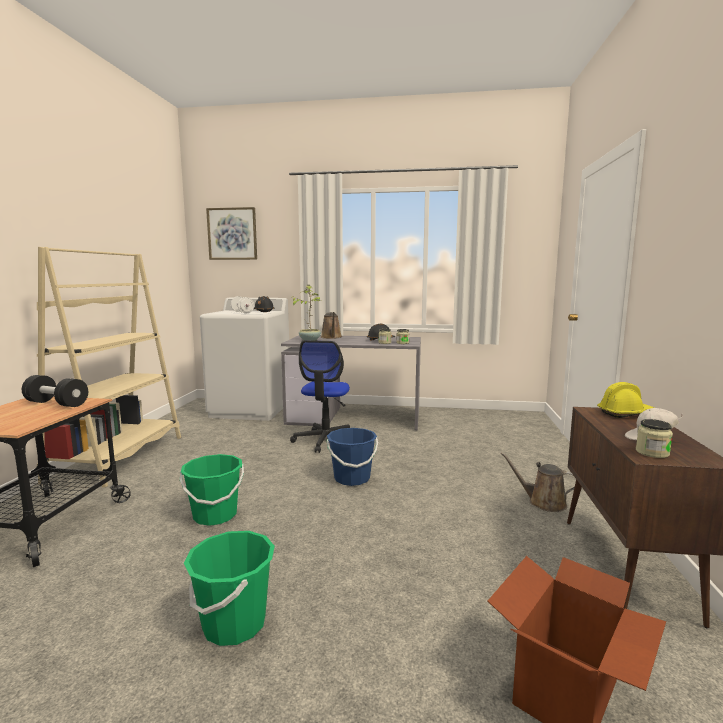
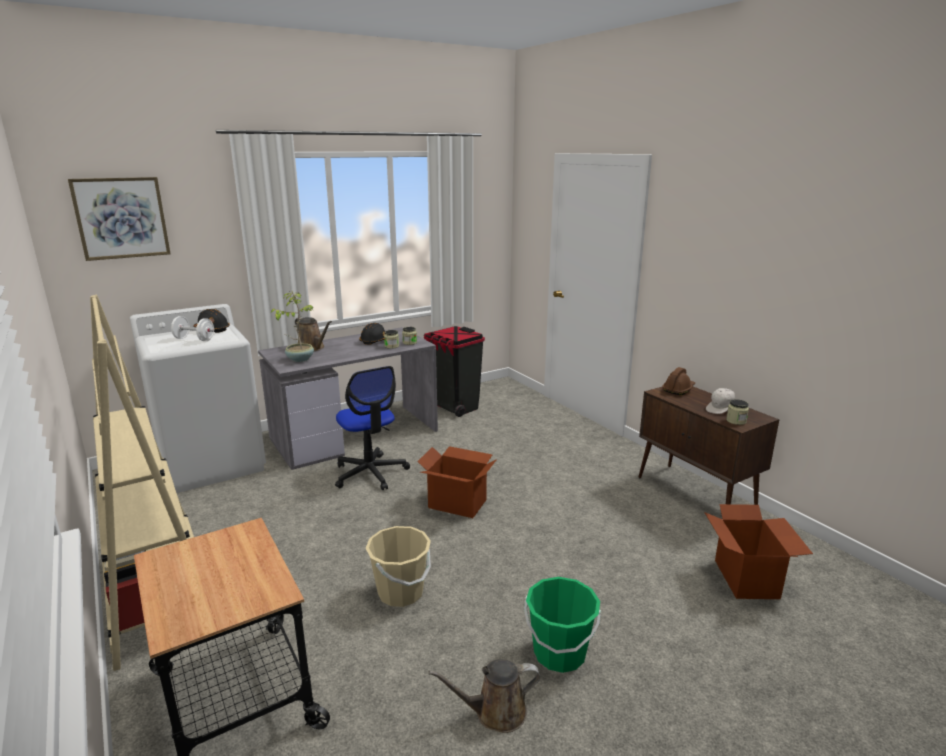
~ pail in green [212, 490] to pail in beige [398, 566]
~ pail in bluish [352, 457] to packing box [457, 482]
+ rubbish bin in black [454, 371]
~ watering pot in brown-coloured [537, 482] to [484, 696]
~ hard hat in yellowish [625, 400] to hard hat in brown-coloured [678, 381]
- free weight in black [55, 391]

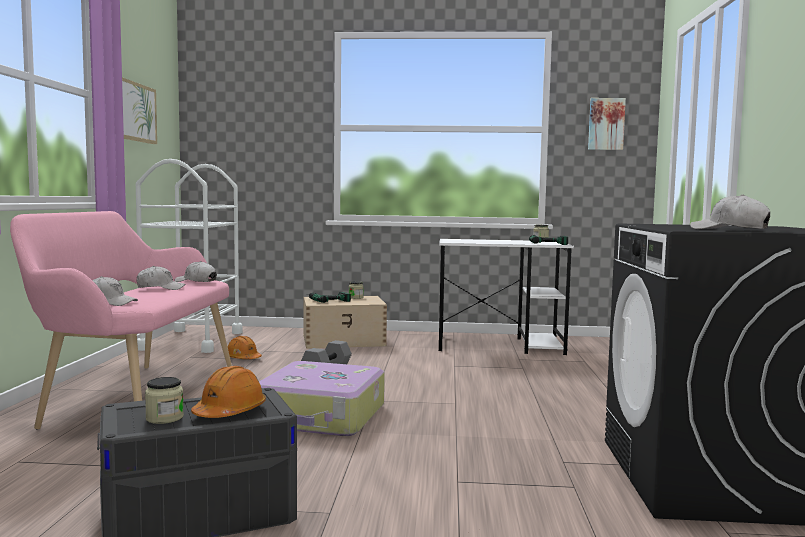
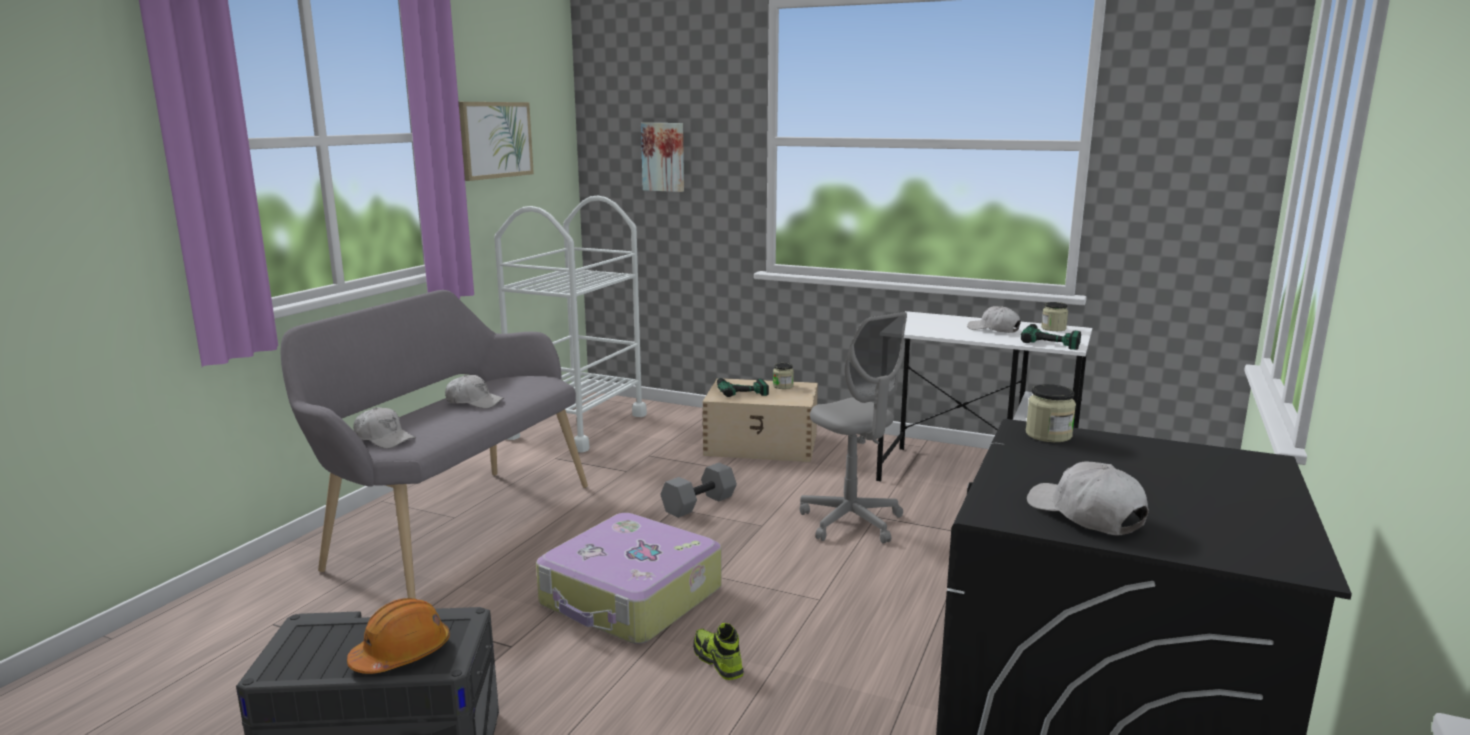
~ indoor bench in pink [121, 320] to indoor bench in gray [434, 444]
~ wall art [607, 124] to [662, 157]
+ item of footwear [718, 651]
+ computer chair in gray [853, 428]
~ cap in white-coloured [195, 271] to [994, 319]
~ preserve jar [164, 400] to [1051, 413]
- hard hat in orangey [245, 347]

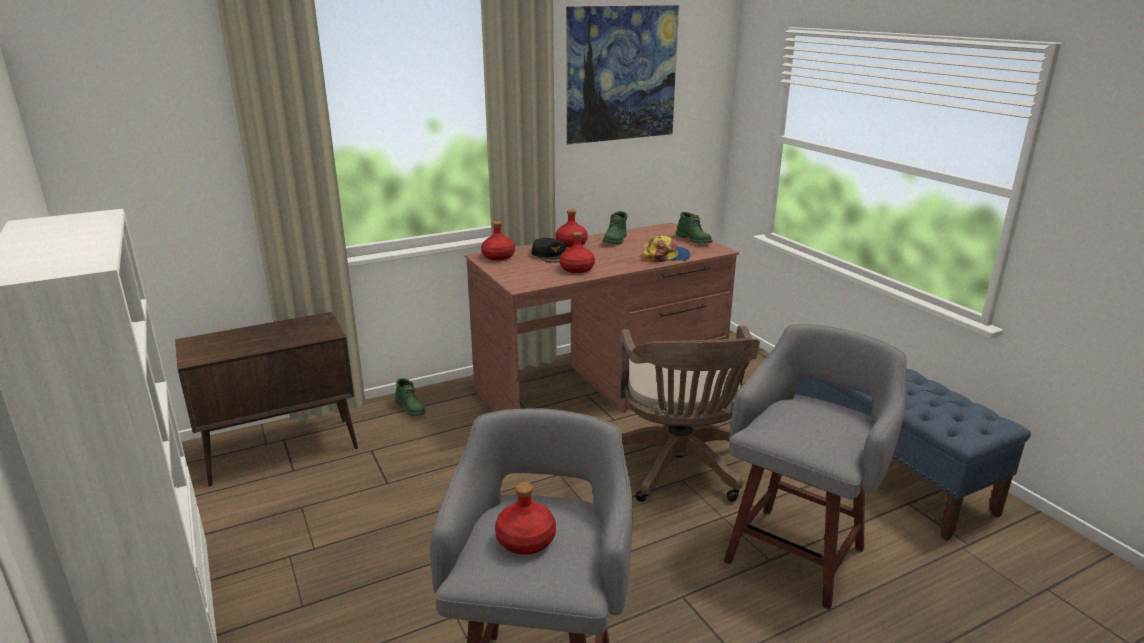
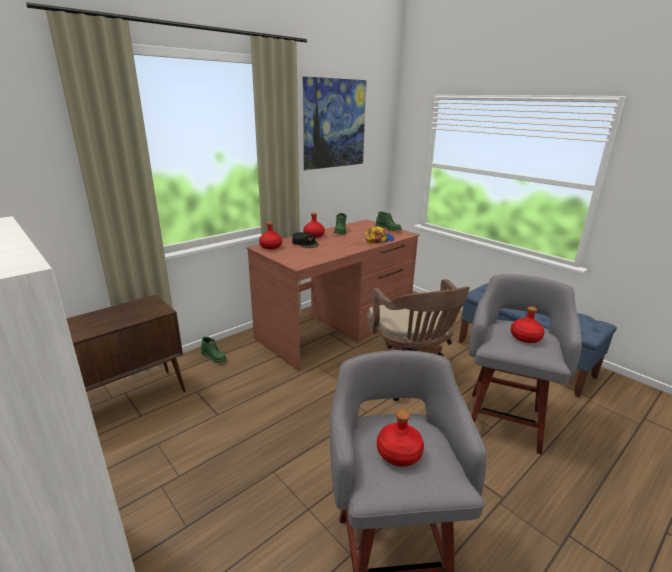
~ bottle in reddish [577, 252] to [527, 324]

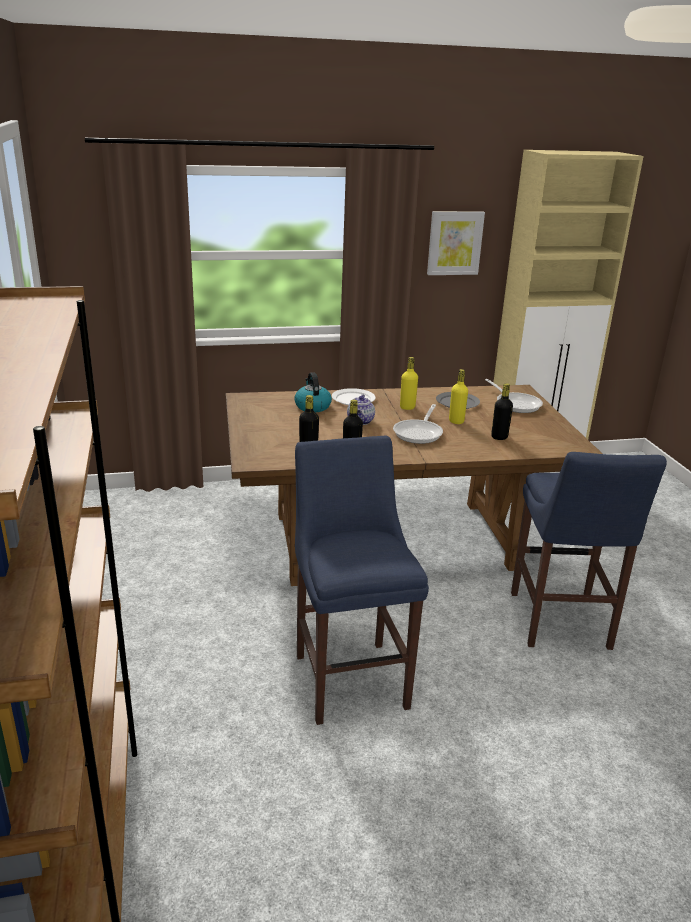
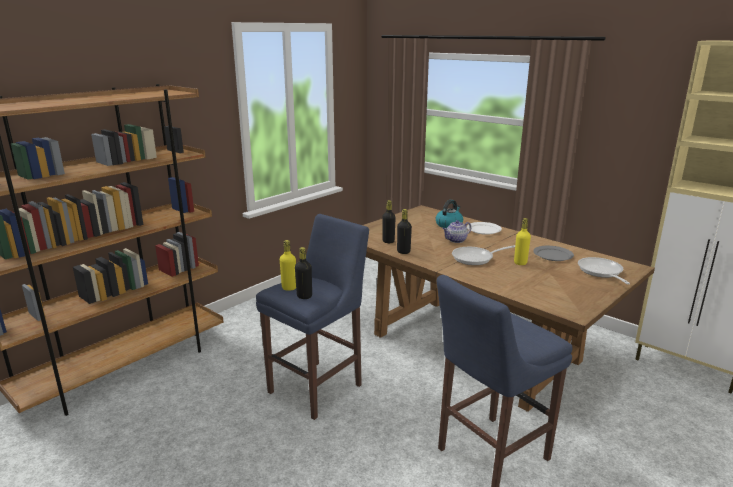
~ bottle in yellowish [409, 383] to [288, 265]
~ bottle in black [502, 411] to [303, 273]
~ skillet [514, 396] = [604, 270] 150 degrees clockwise
- wall art [456, 243]

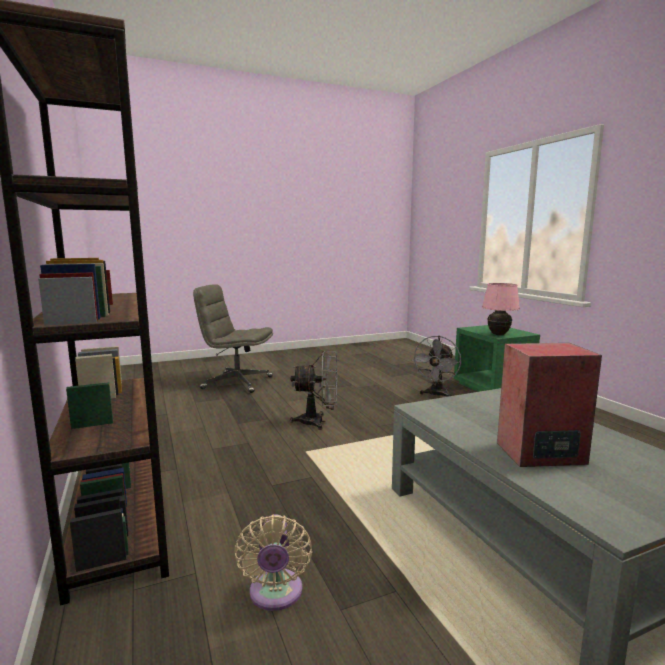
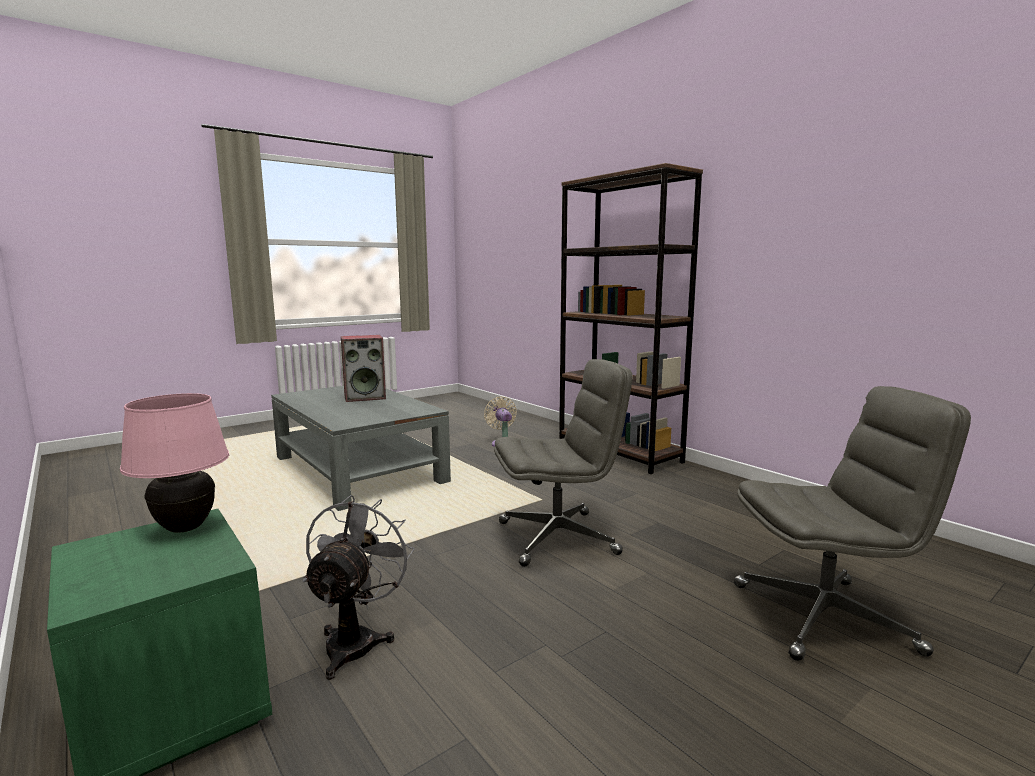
~ electric fan in gray [313, 390] to computer chair in gray [563, 463]

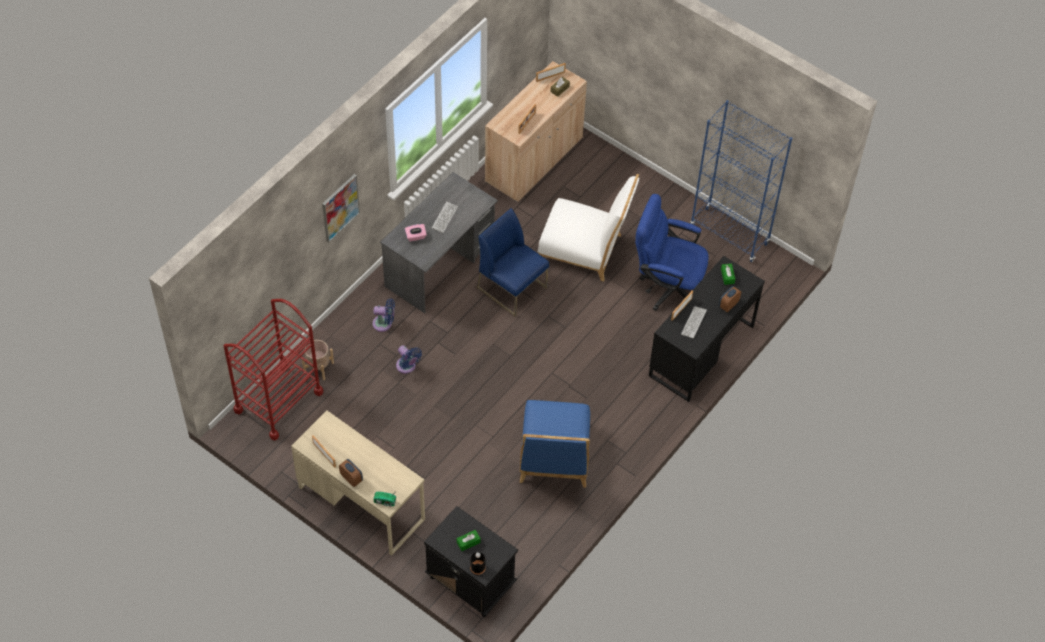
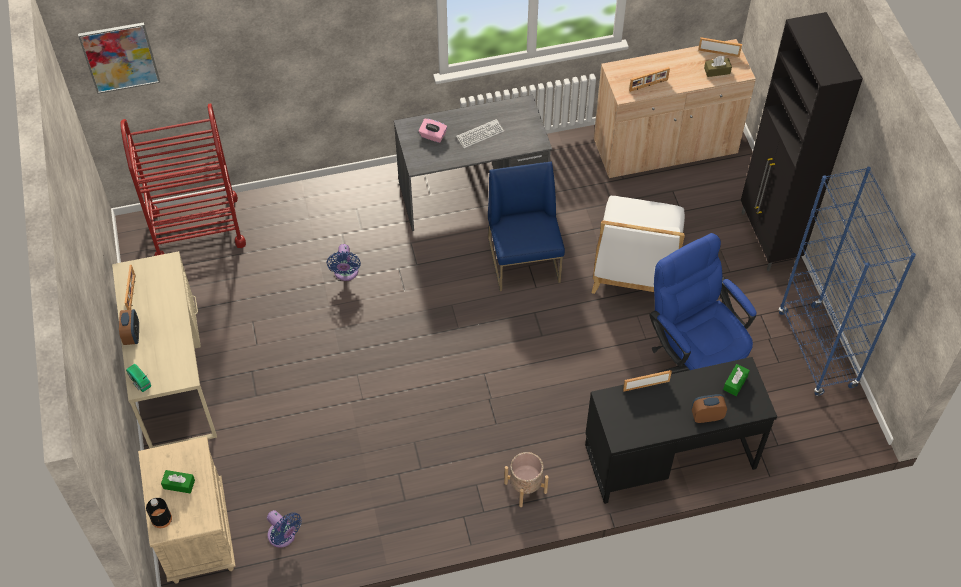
~ wall art [341, 208] to [119, 58]
~ night table in black [471, 561] to night table in beige [187, 510]
~ electric fan in bluish [383, 315] to [284, 529]
~ planter in beige [318, 360] to [526, 479]
~ chair in white-coloured [588, 227] = [638, 245] 45 degrees clockwise
+ storage cabinet in black [802, 141]
- chair in bluish [555, 444]
- PC keyboard [694, 322]

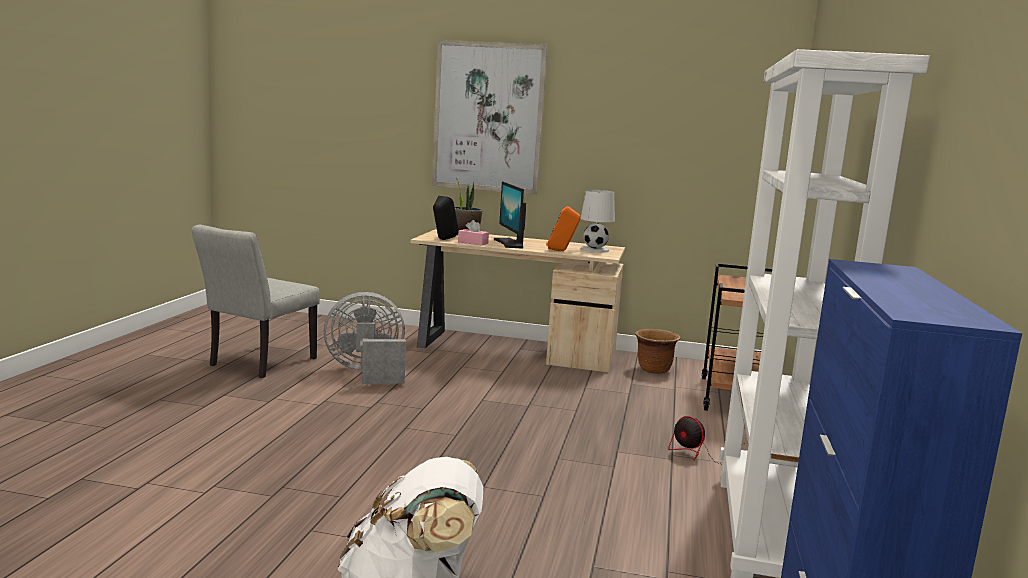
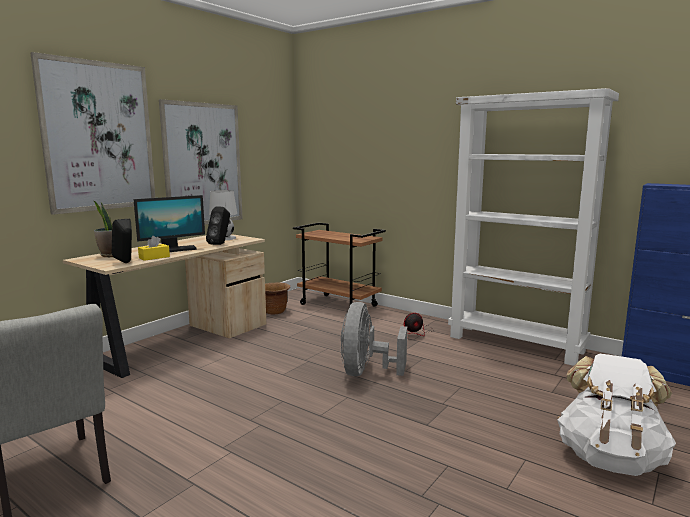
~ computer screen [510, 214] = [169, 223] 45 degrees counterclockwise
~ tissue holder in pink [473, 233] to tissue holder in yellowish [154, 248]
+ wall art [201, 162]
~ audio speaker in orangey [563, 228] to audio speaker in black [218, 226]
~ electric fan in gray [365, 338] to [374, 339]

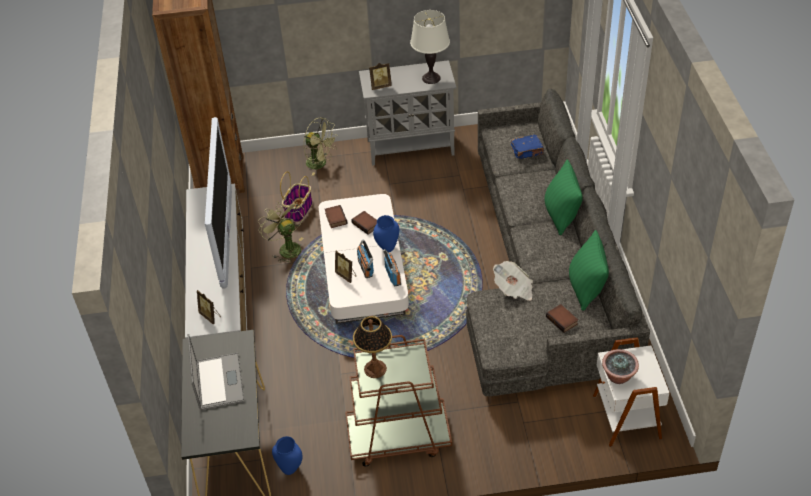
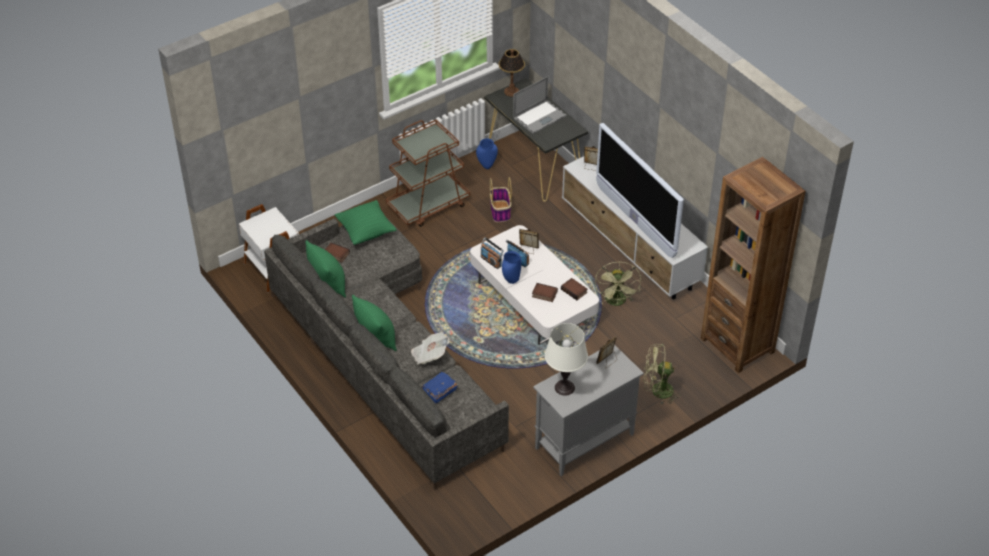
+ pillow in green [366, 222]
~ newspaper [513, 281] to [430, 348]
~ household basket [296, 197] to [501, 199]
~ tabletop lamp [372, 347] to [512, 73]
~ portable computer [216, 372] = [540, 105] 90 degrees counterclockwise
~ electric fan in green [281, 231] = [618, 284] 60 degrees clockwise
- plant in a pot [620, 366]

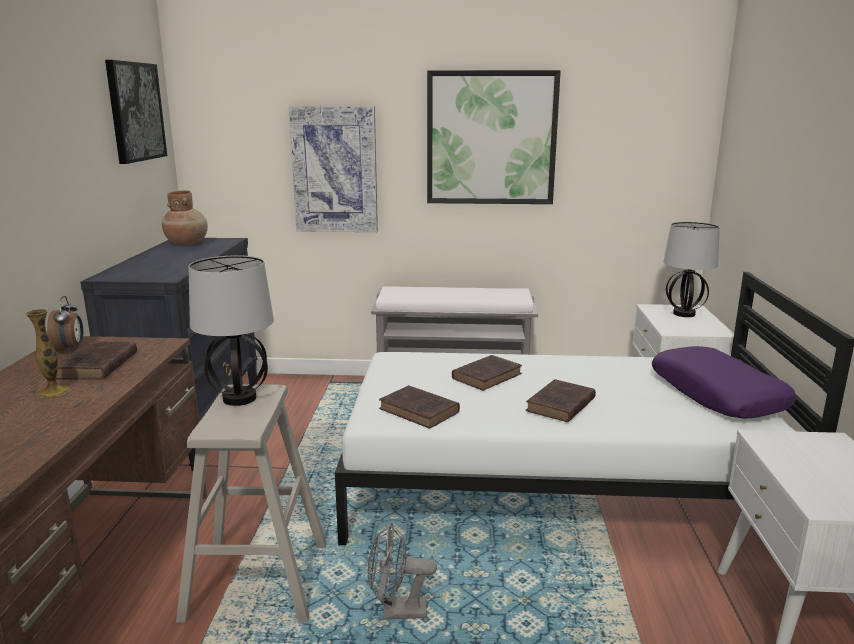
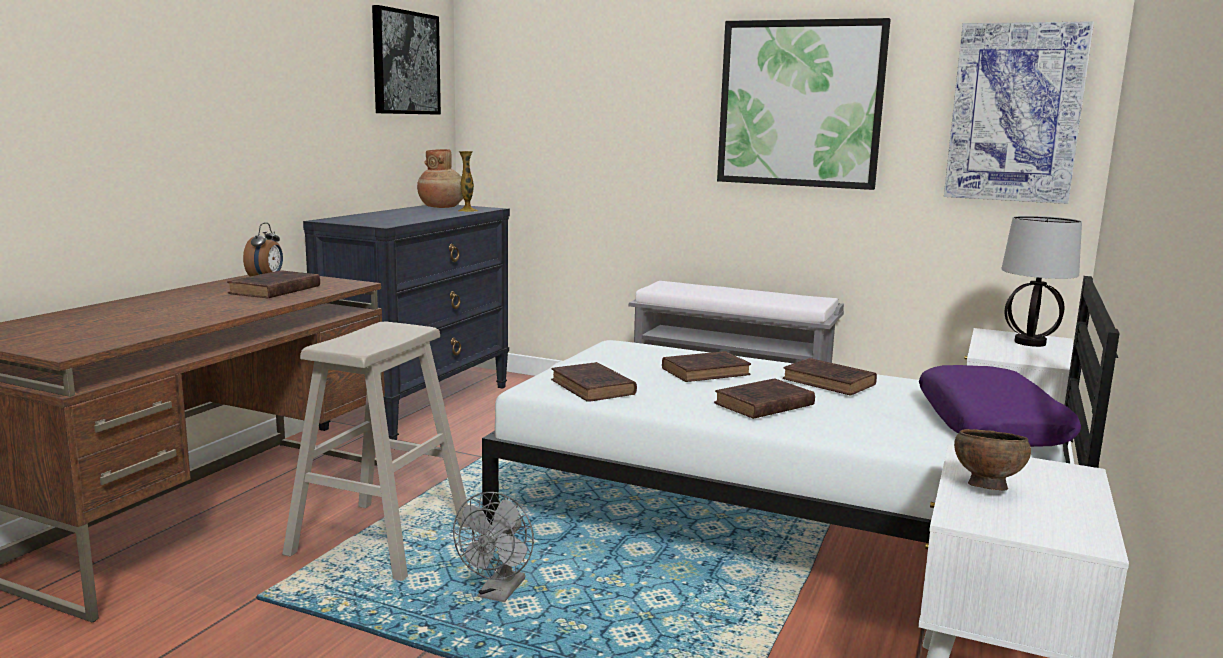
~ electric fan in gray [402, 571] = [493, 547] 90 degrees counterclockwise
~ decorative vase [47, 353] to [468, 181]
+ volume in brown-coloured [830, 376]
~ wall art [333, 169] to [1019, 112]
+ bowl in brown-coloured [992, 459]
- tabletop lamp [231, 330]

